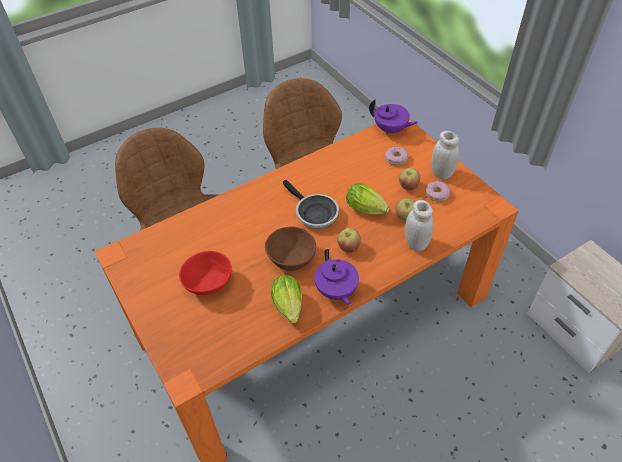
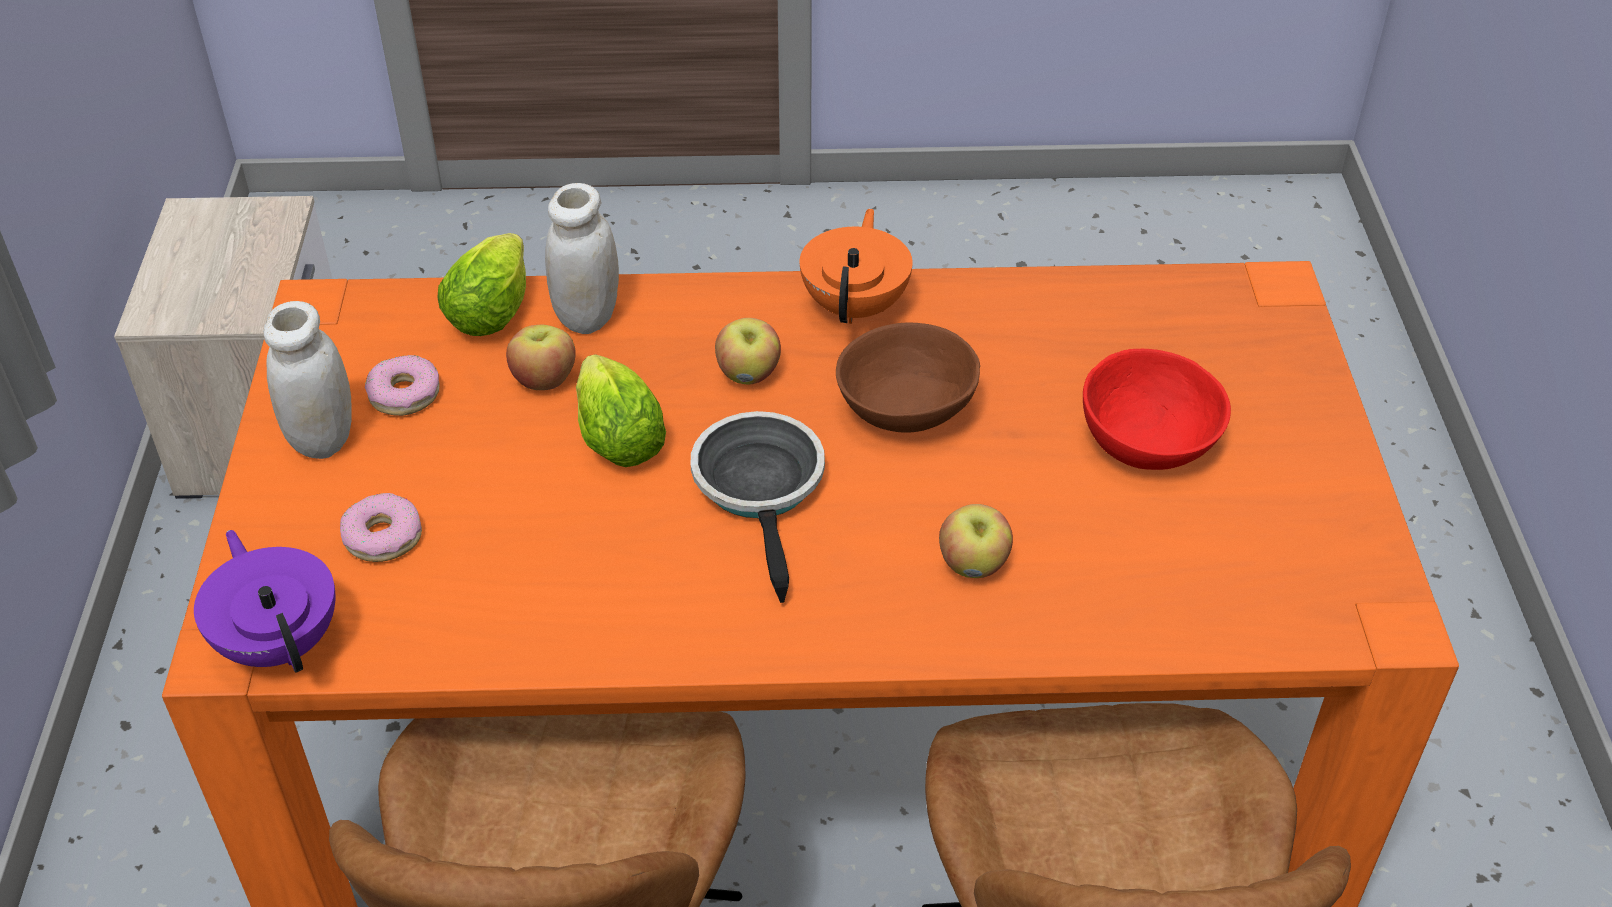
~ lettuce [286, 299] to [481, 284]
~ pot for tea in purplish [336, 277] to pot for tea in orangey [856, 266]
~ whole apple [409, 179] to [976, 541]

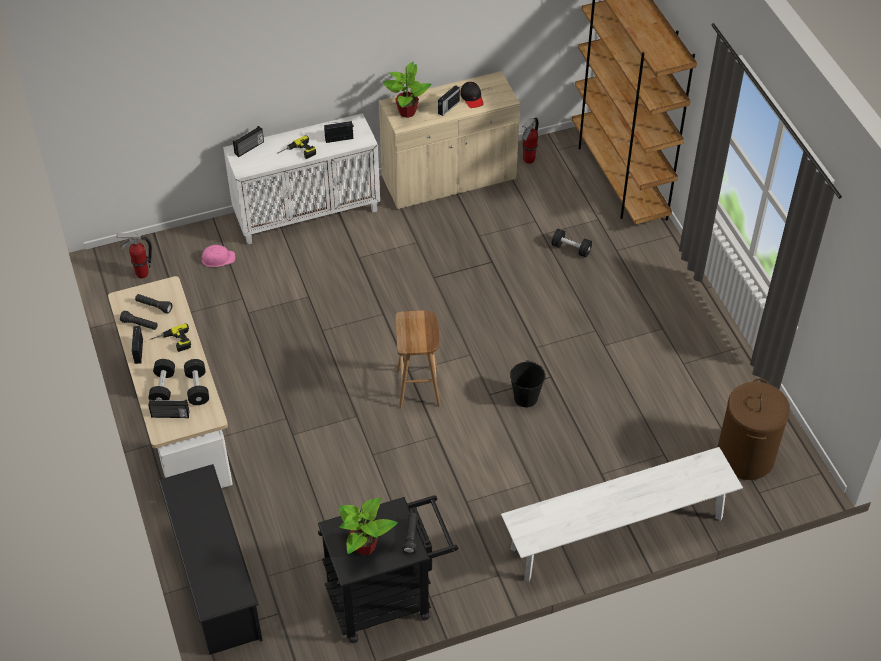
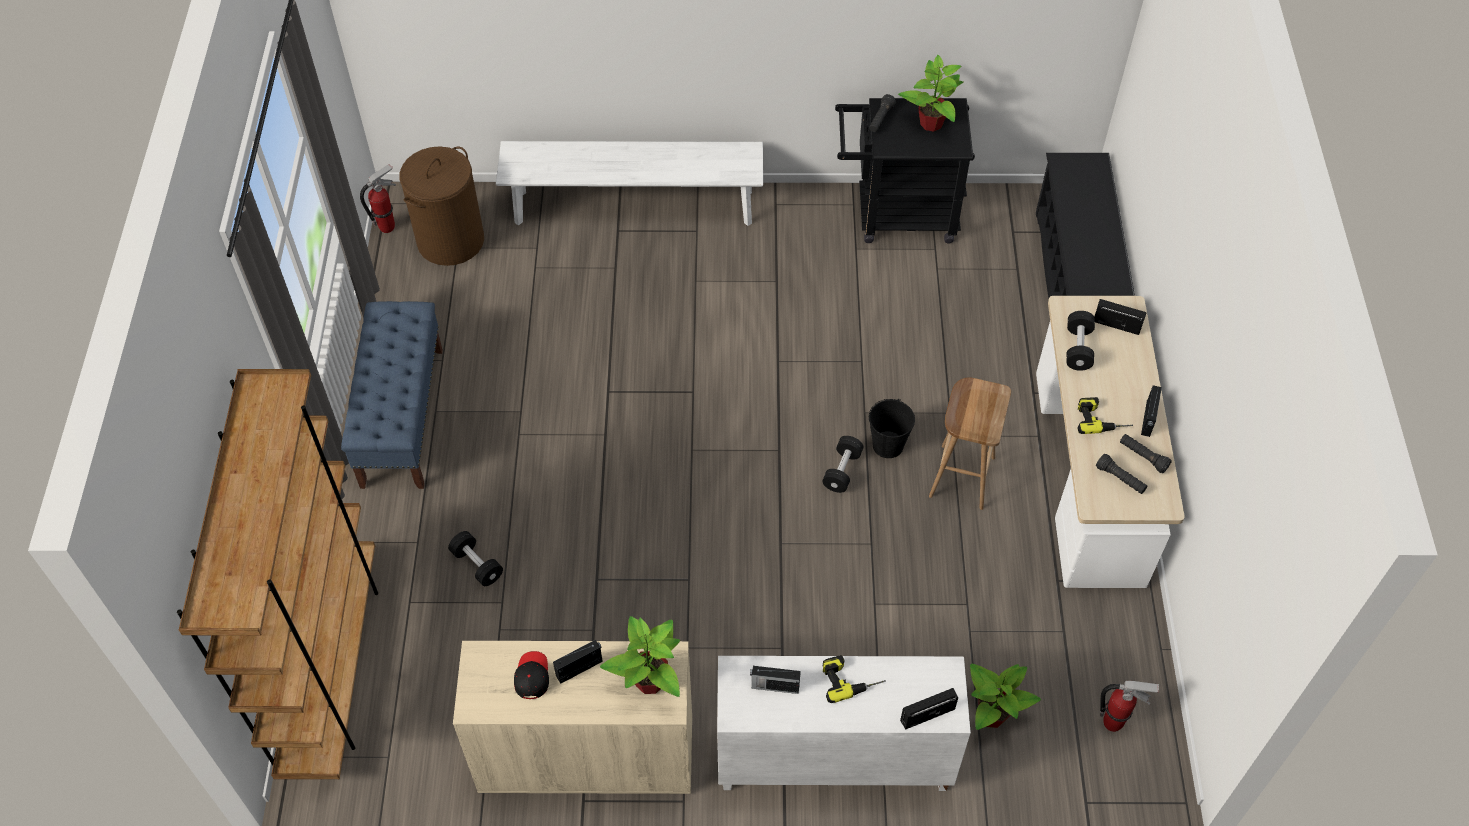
+ indoor bench in bluish [392, 395]
~ fire extinguisher [530, 141] to [378, 198]
~ free weight in black [161, 379] to [842, 464]
~ pail in black [528, 383] to [892, 428]
~ sitting stool in brown-coloured [418, 359] to [970, 443]
~ hard hat in pink [217, 256] to plant in a pot [1005, 697]

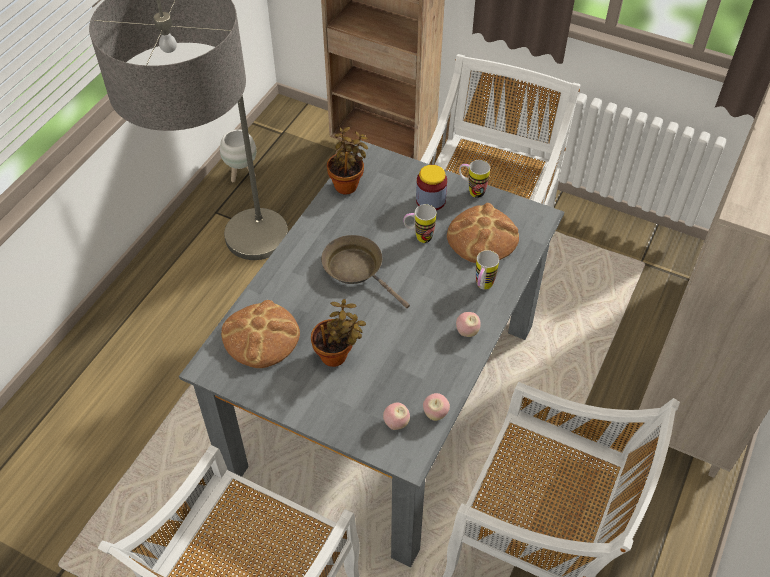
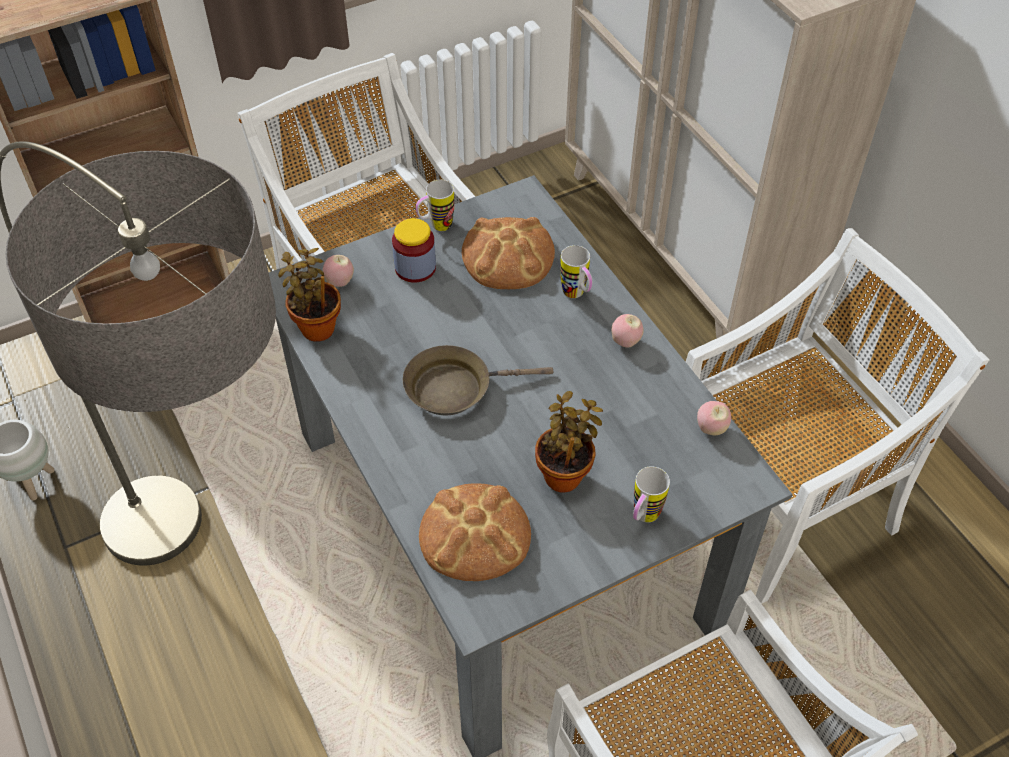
~ whole apple [396, 416] to [338, 271]
~ coffee mug [419, 223] to [651, 494]

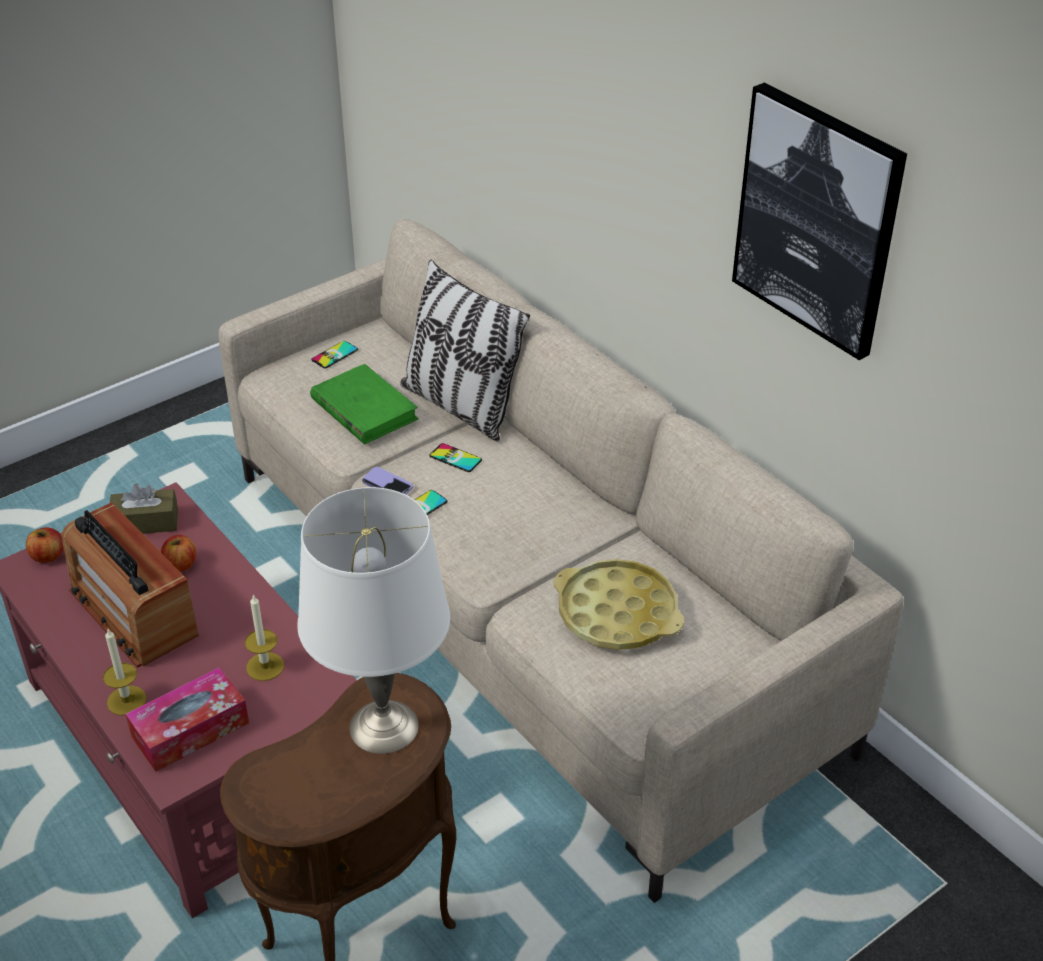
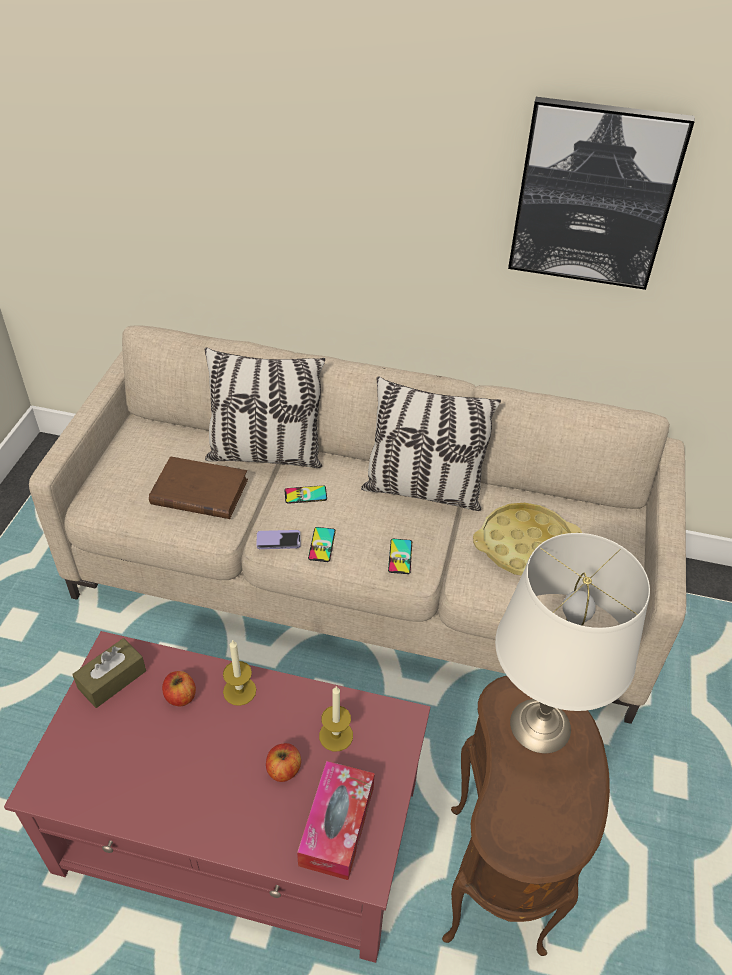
~ volume in green [364, 404] to volume in brown-coloured [198, 487]
~ wax candle [124, 672] to [239, 672]
~ whole apple [45, 545] to [283, 762]
+ pillow [431, 443]
~ handset [334, 354] to [400, 556]
- radio [130, 585]

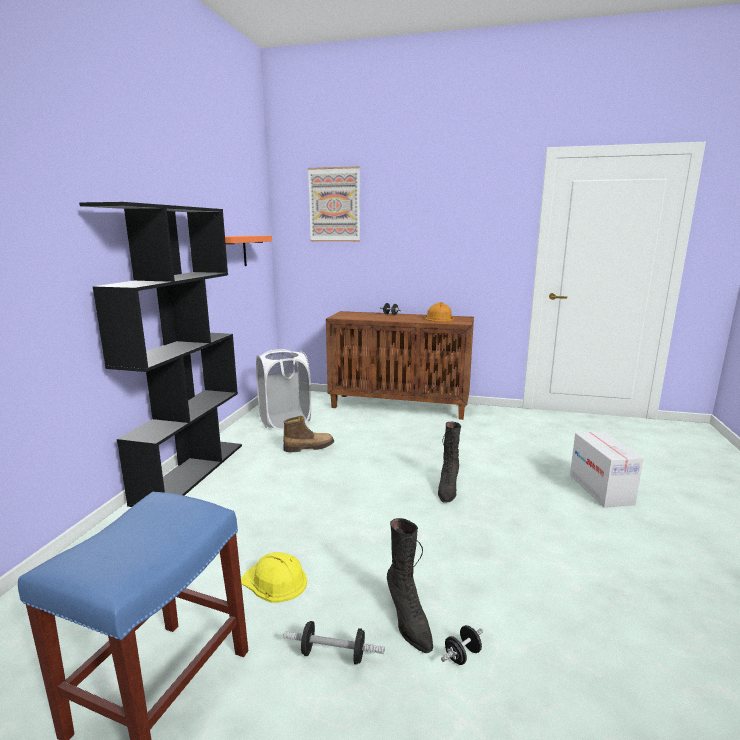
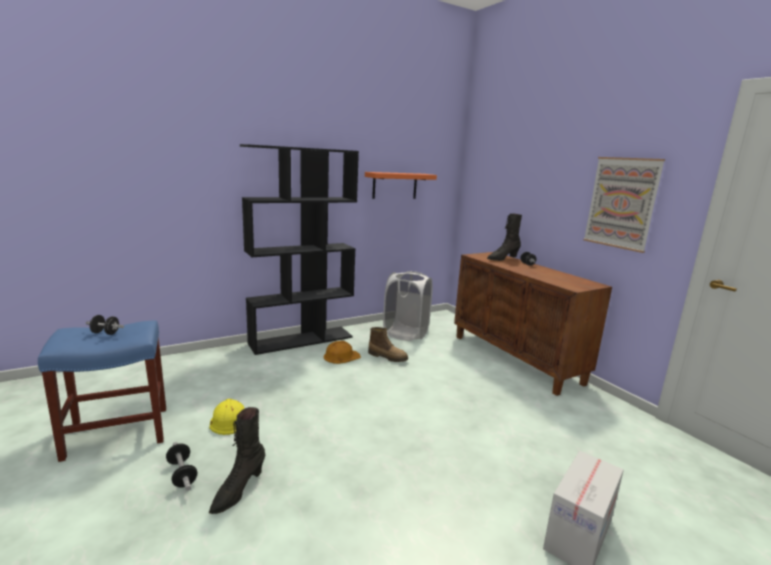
~ free weight in black [462, 645] to [105, 325]
~ hard hat in orangey [439, 312] to [342, 352]
~ tall boot in black [449, 462] to [504, 237]
~ wall art [334, 204] to [624, 205]

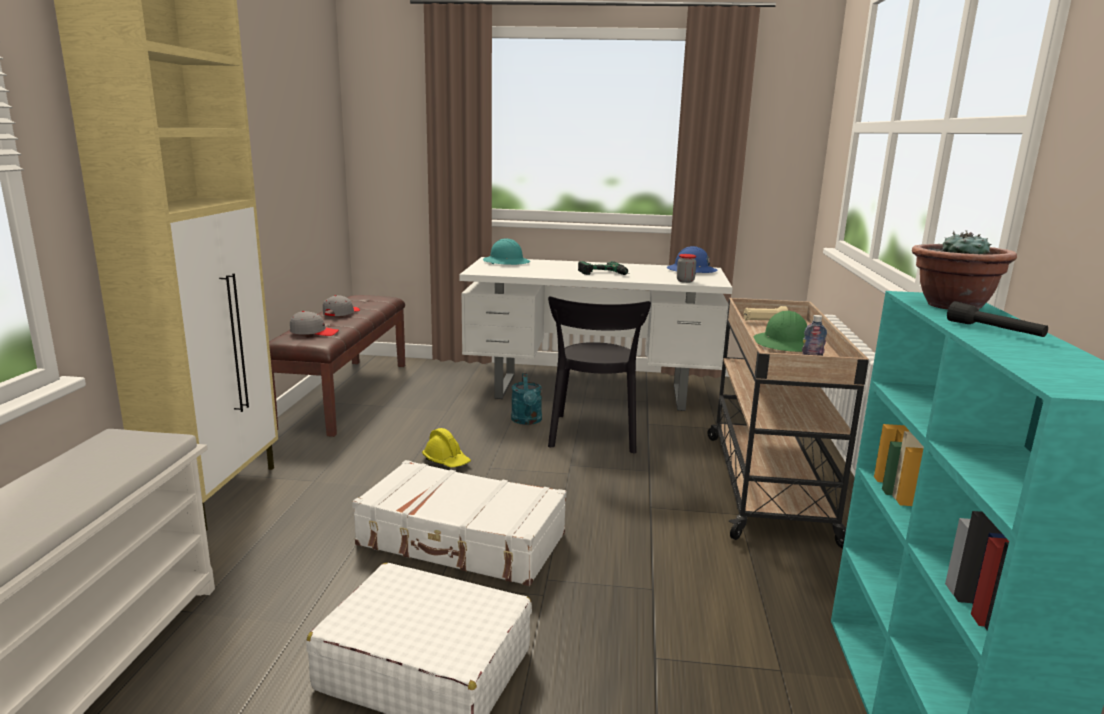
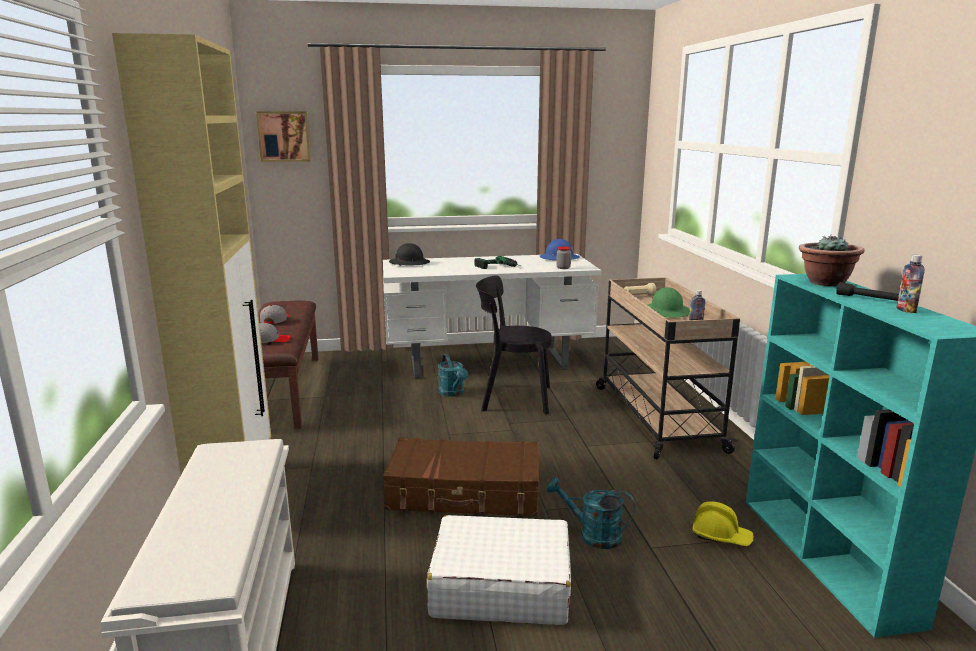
+ wall art [283, 136]
~ travel case in white-coloured [459, 523] to travel case in brown-coloured [461, 477]
~ hard hat in turquoise [506, 251] to hard hat in black [409, 254]
~ chair in black [599, 375] = [514, 344] 105 degrees clockwise
+ watering pot in turquoise [591, 513]
~ hard hat in yellowish [446, 447] to [723, 523]
+ bottle [910, 284]

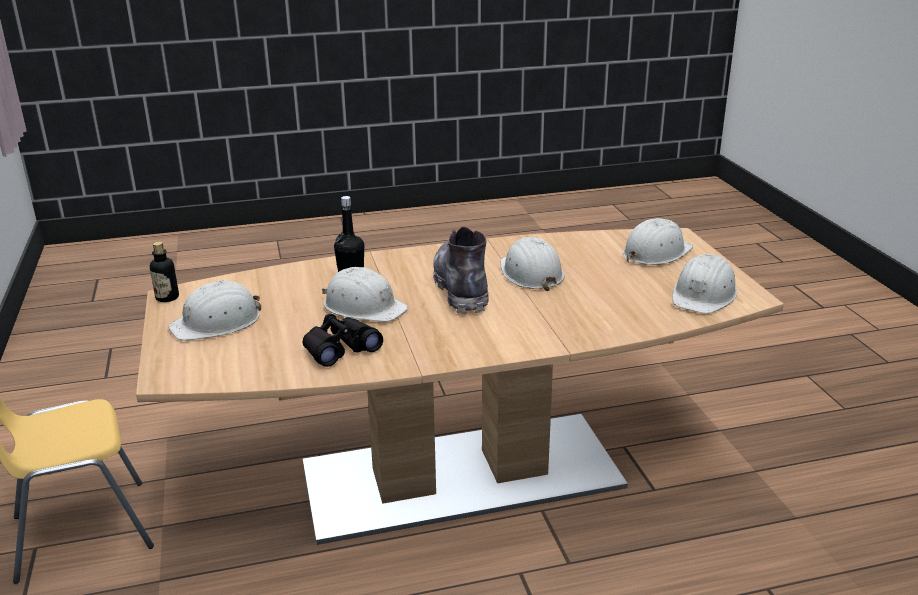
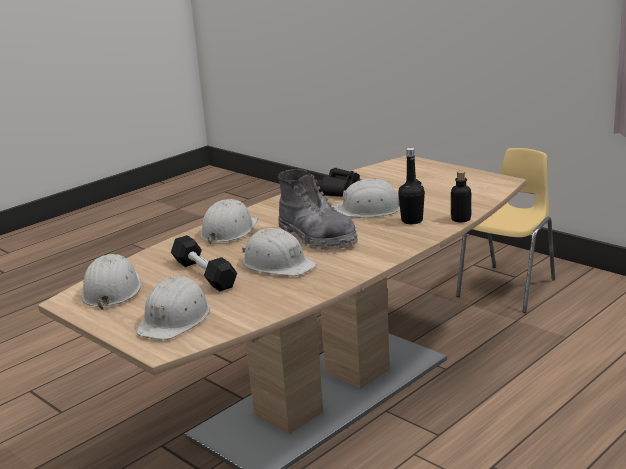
+ free weight in black [204, 263]
~ hard hat in white-coloured [214, 310] to [229, 222]
~ bottle [164, 272] to [461, 196]

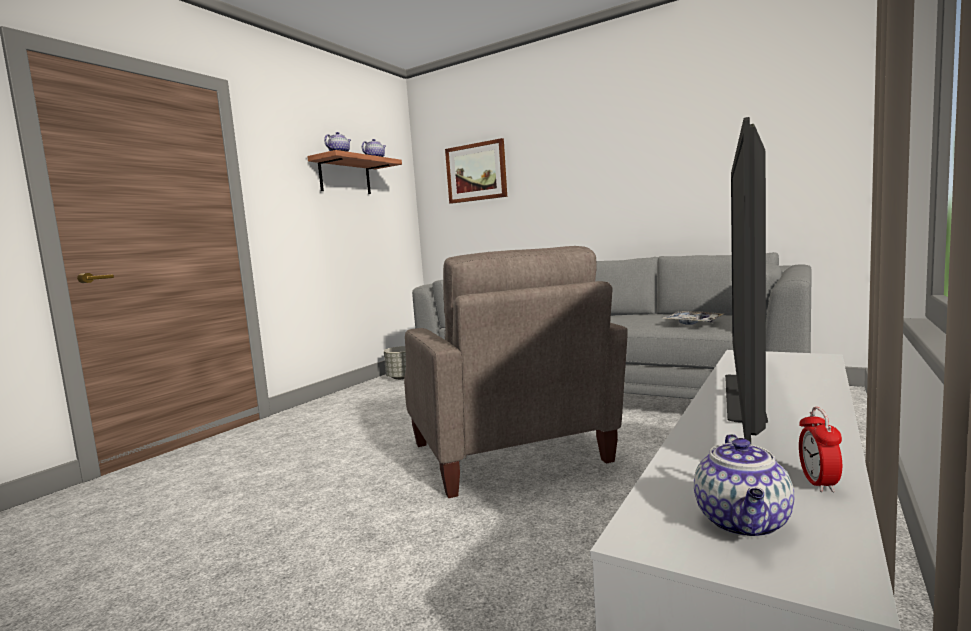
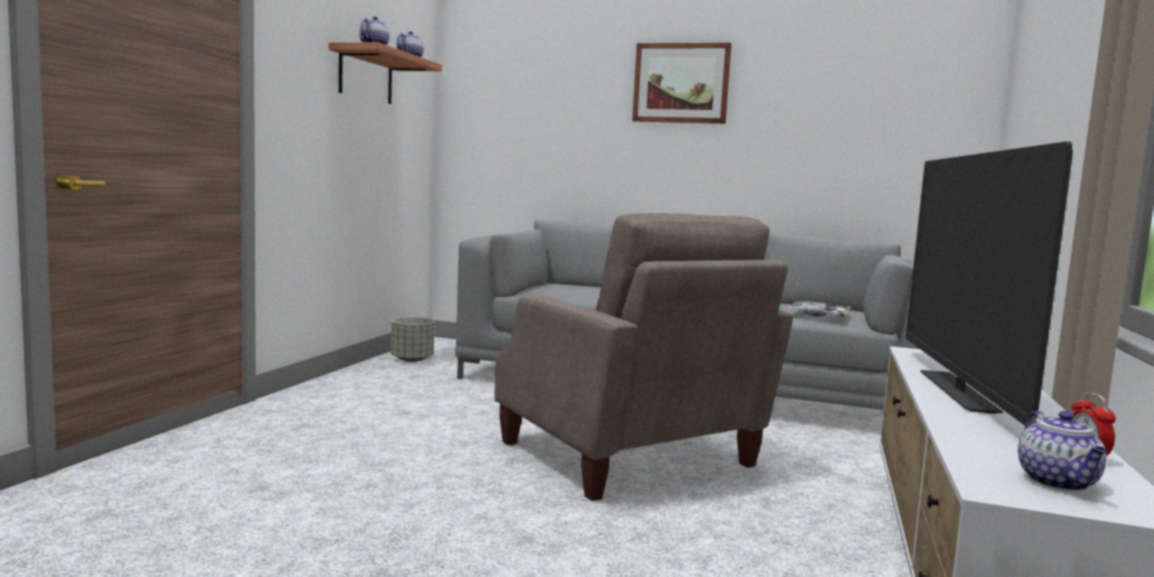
~ wall art [476, 171] to [682, 83]

